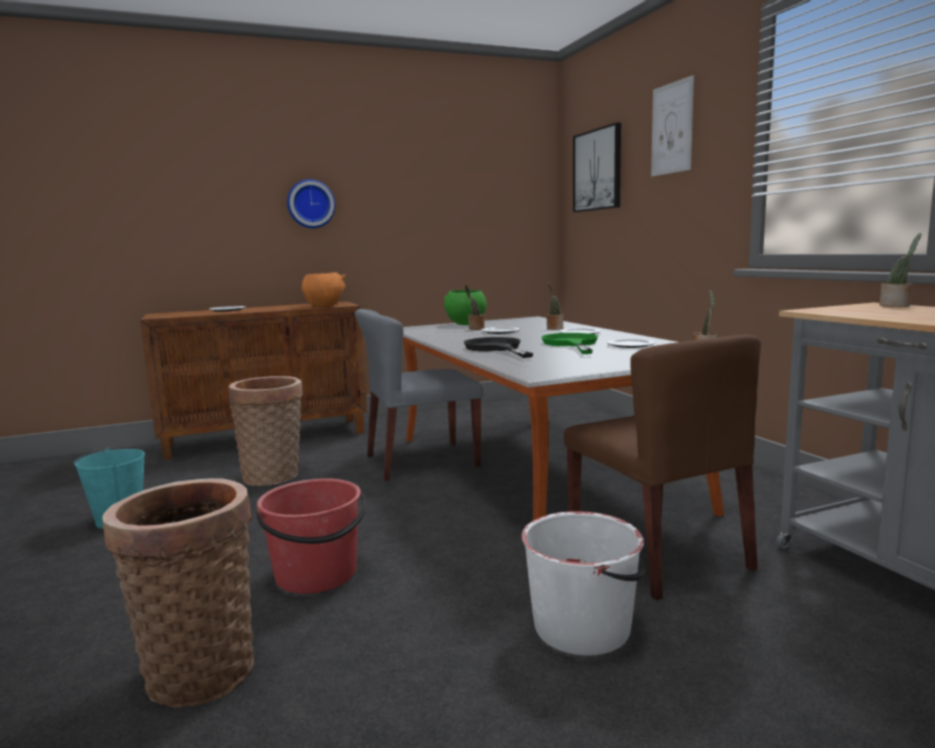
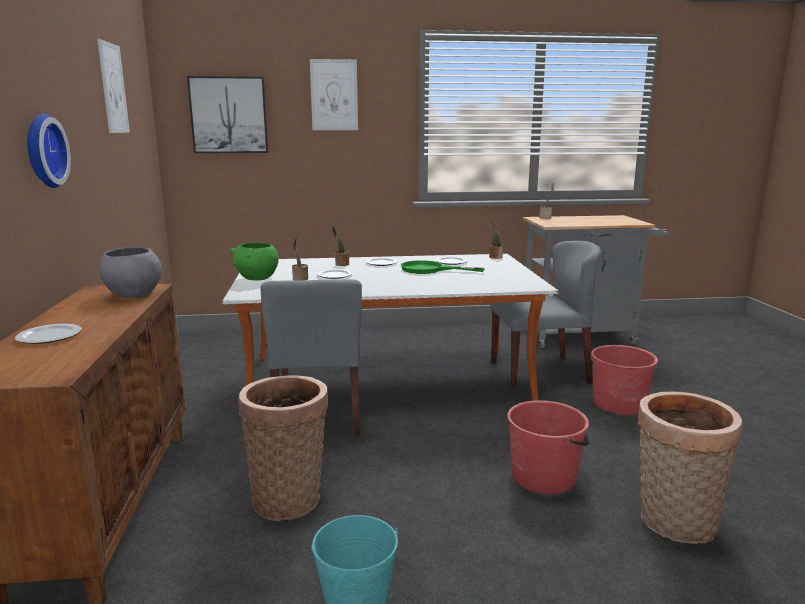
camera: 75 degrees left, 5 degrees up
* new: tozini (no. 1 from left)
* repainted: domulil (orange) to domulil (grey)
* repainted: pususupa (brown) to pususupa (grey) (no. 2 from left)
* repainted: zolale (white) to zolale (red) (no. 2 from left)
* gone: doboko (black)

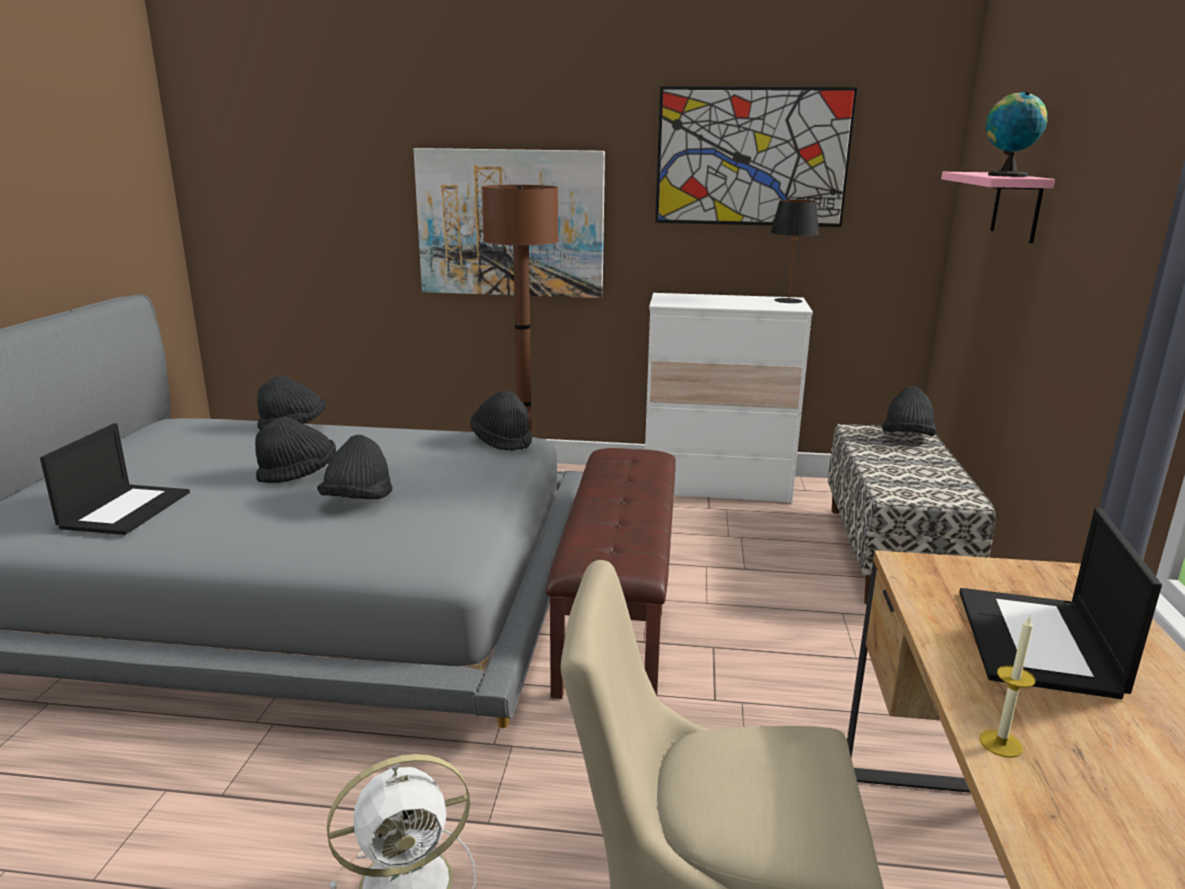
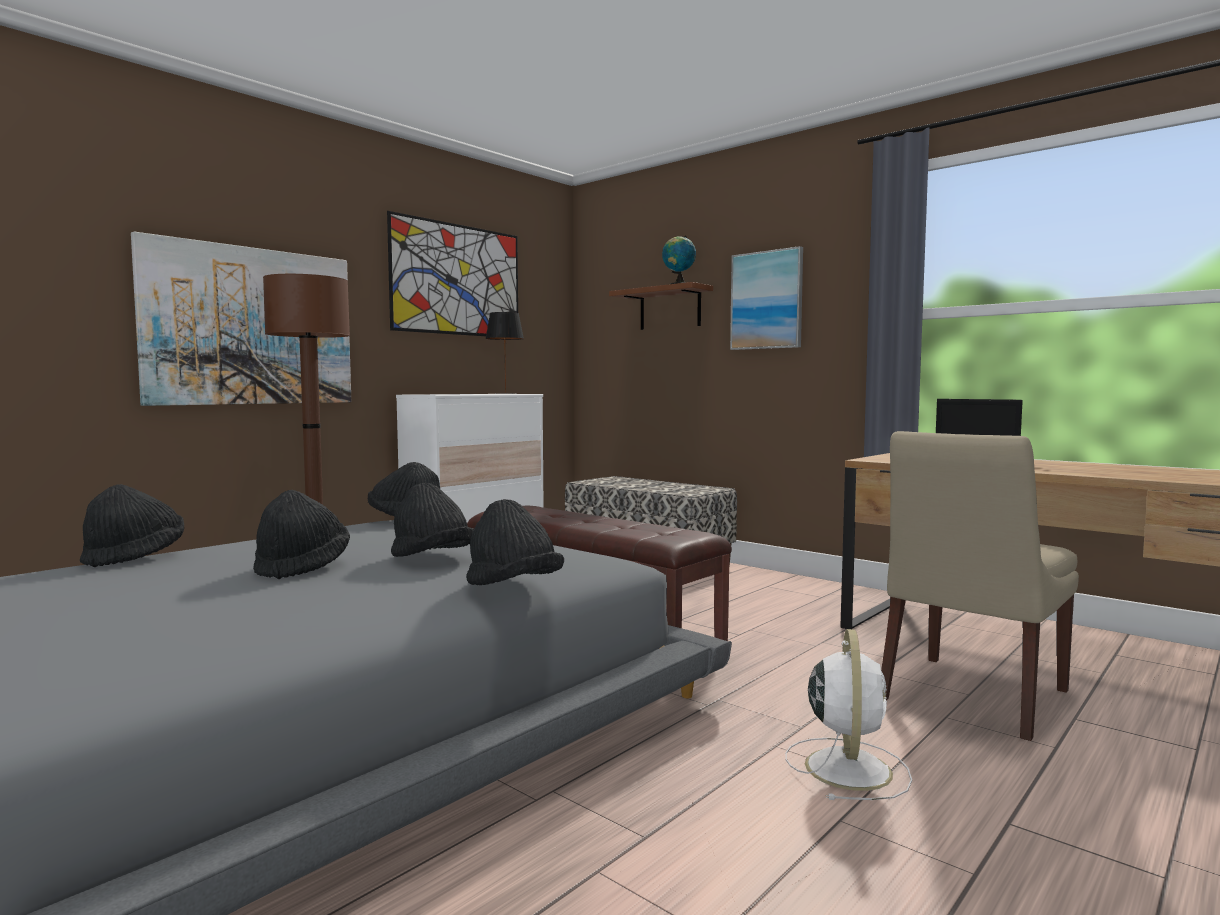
camera: 55 degrees left, 15 degrees down
* shifted: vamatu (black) (no. 5 from left)
* repainted: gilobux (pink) to gilobux (brown)
* new: tozini (no. 3 from left)
* gone: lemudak (no. 1 from left)
* gone: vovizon

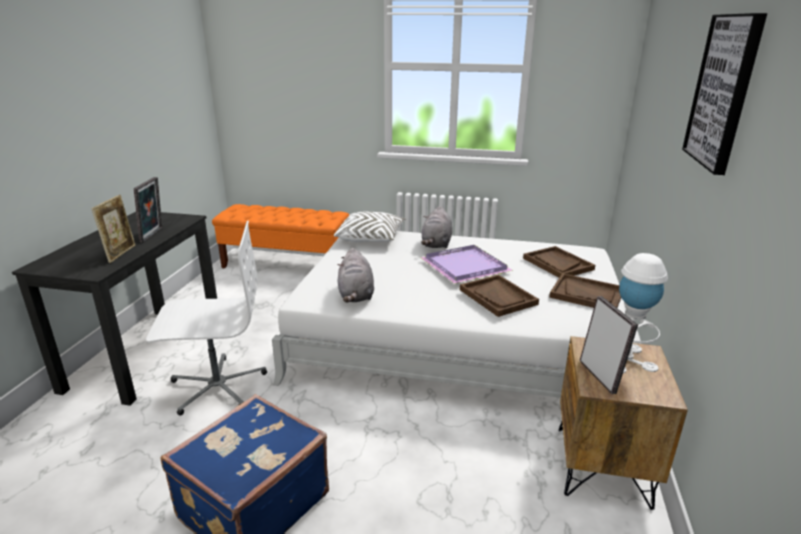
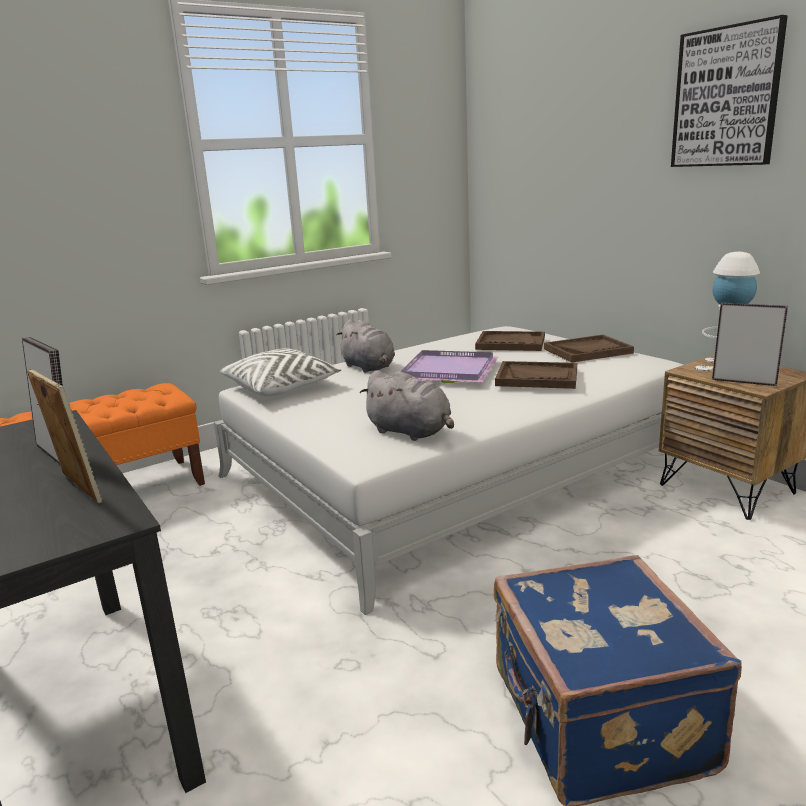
camera: 45 degrees left, 5 degrees down
* gone: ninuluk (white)

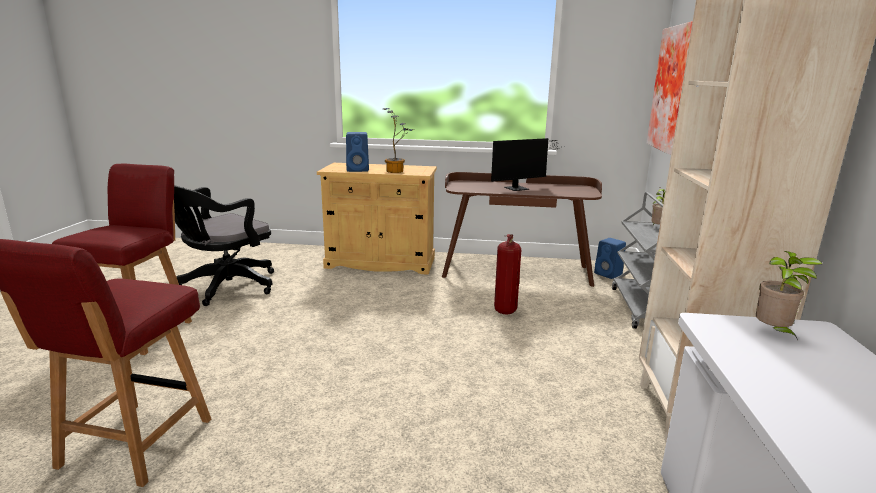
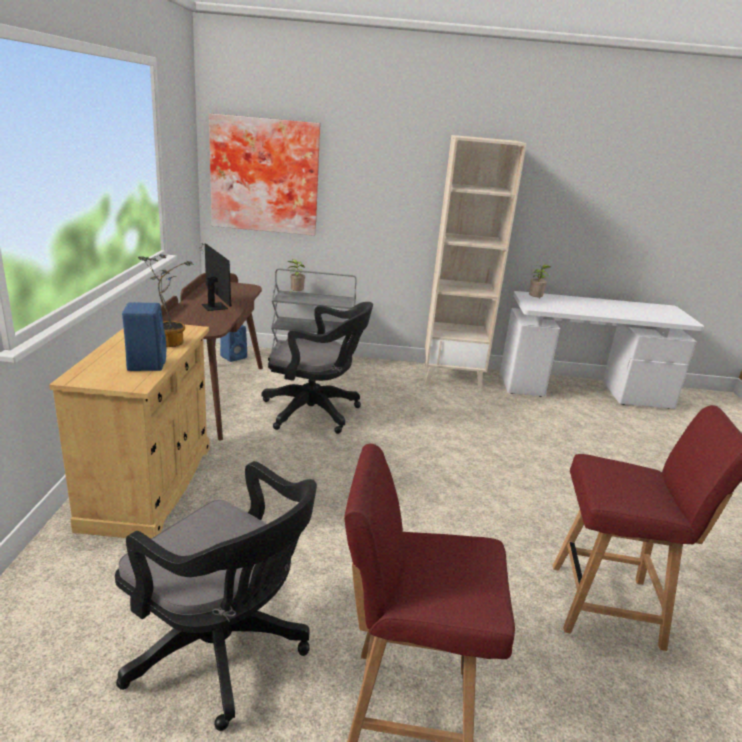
camera: 95 degrees left, 5 degrees up
* swapped: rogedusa to ninuluk (black) (no. 2 from left)

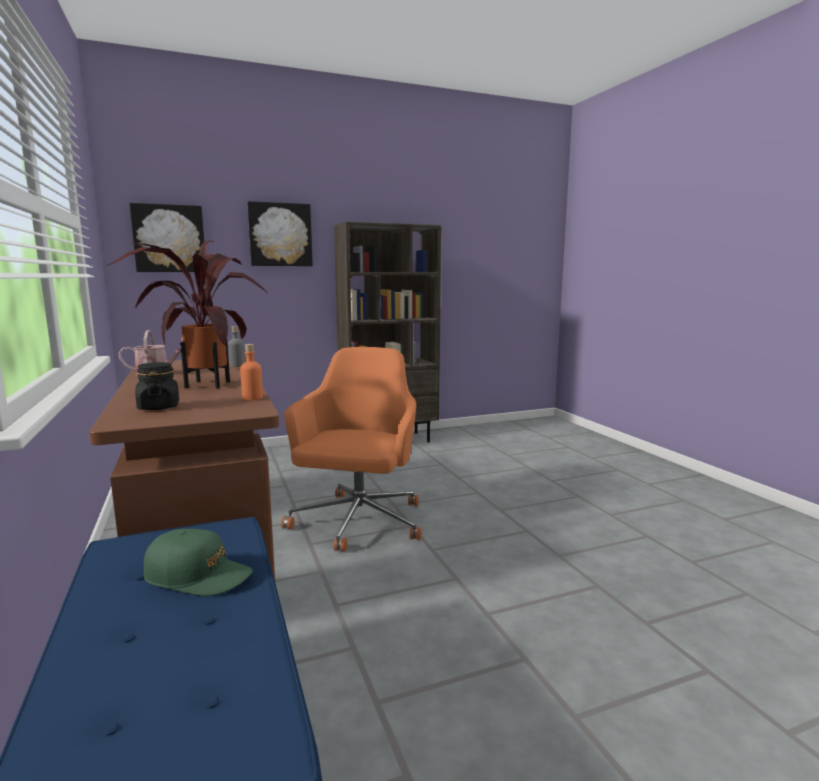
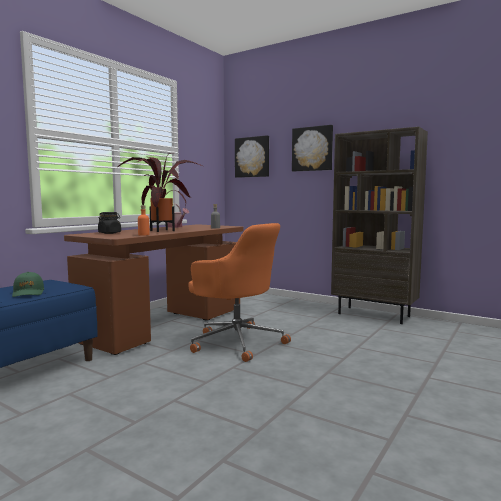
camera: 55 degrees right, 5 degrees down
* rotated: ninuluk (orange) 60 degrees clockwise

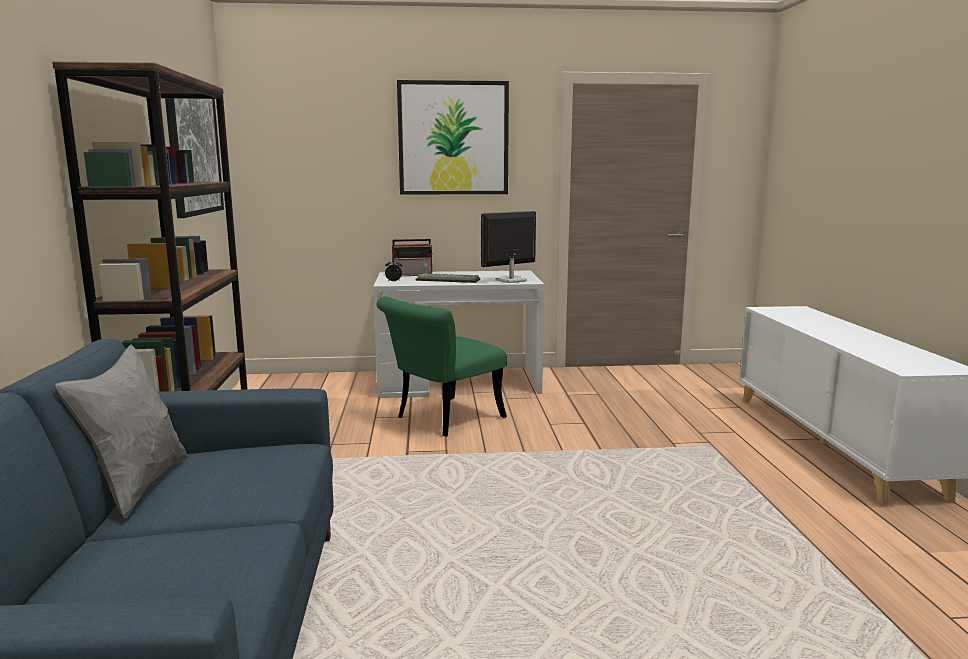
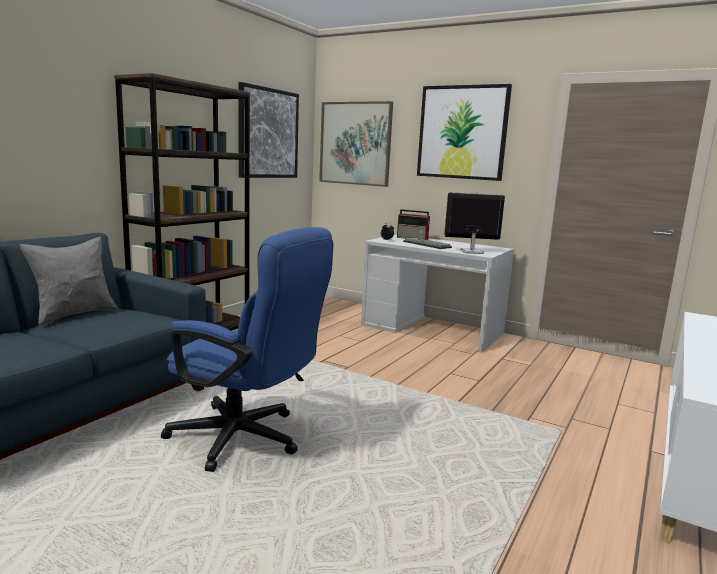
camera: 35 degrees right, 0 degrees up
* new: ninuluk (blue)
* new: tozini (no. 2 from left)
* gone: pususupa (green)

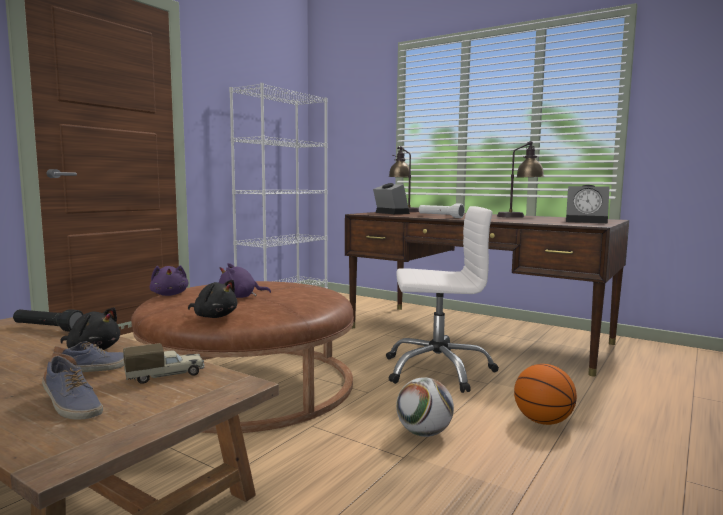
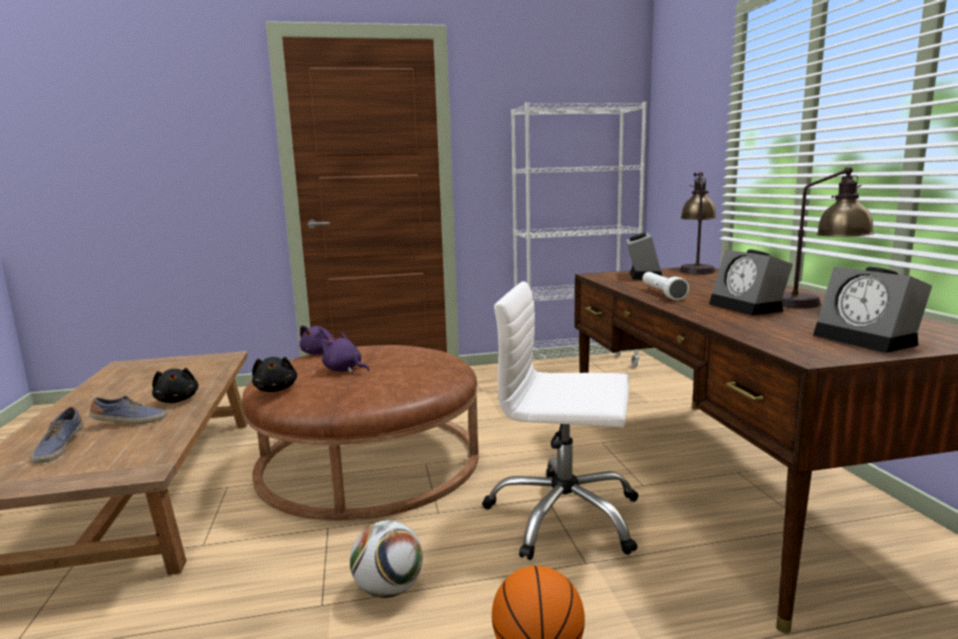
camera: 45 degrees right, 5 degrees up
* rotated: ninuluk (white) 150 degrees clockwise
* new: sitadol (no. 2 from left)
* gone: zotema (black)
* gone: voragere

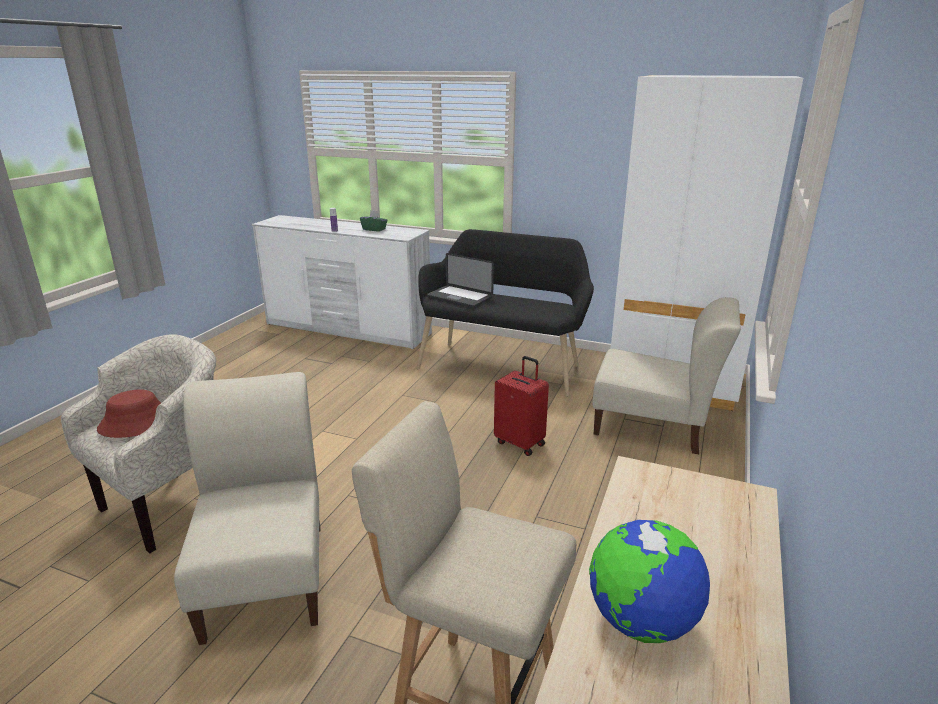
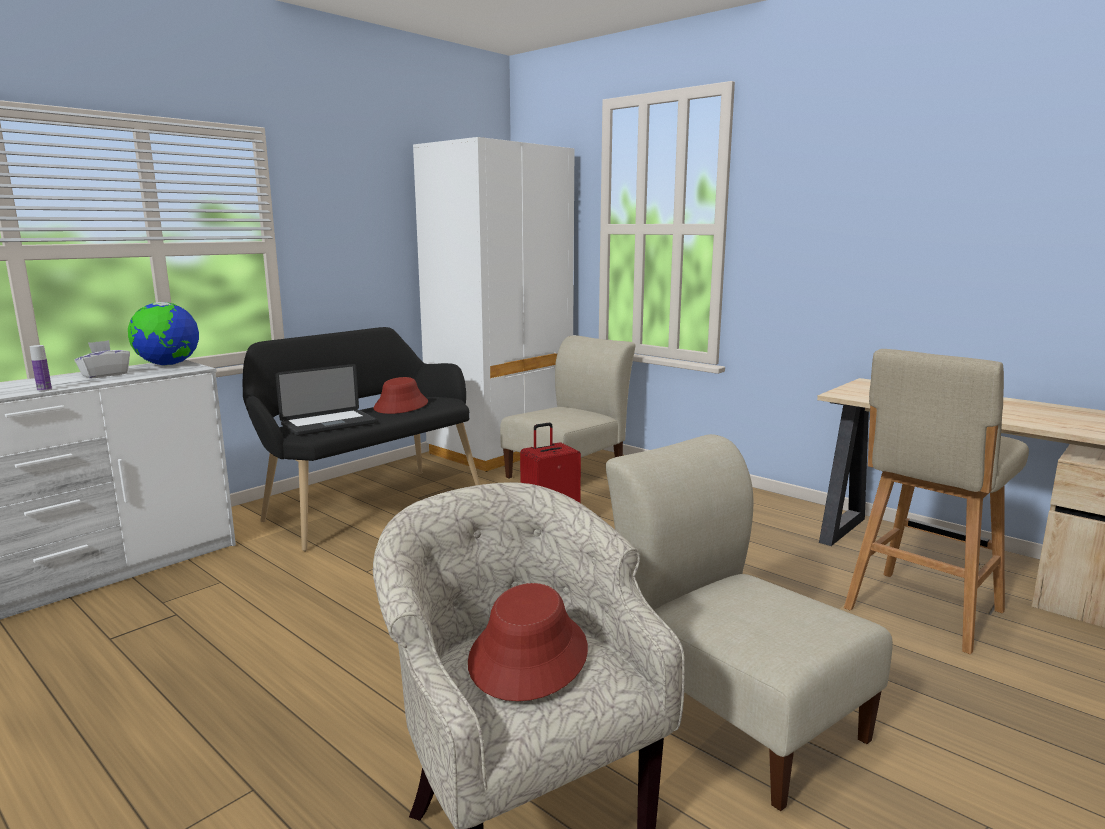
camera: 70 degrees left, 10 degrees down
* repainted: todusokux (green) to todusokux (white)
* shifted: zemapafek
* new: vamatu (red) (no. 1 from left)
* rotated: pususupa (beige) (no. 1 from left in the first image) 45 degrees clockwise

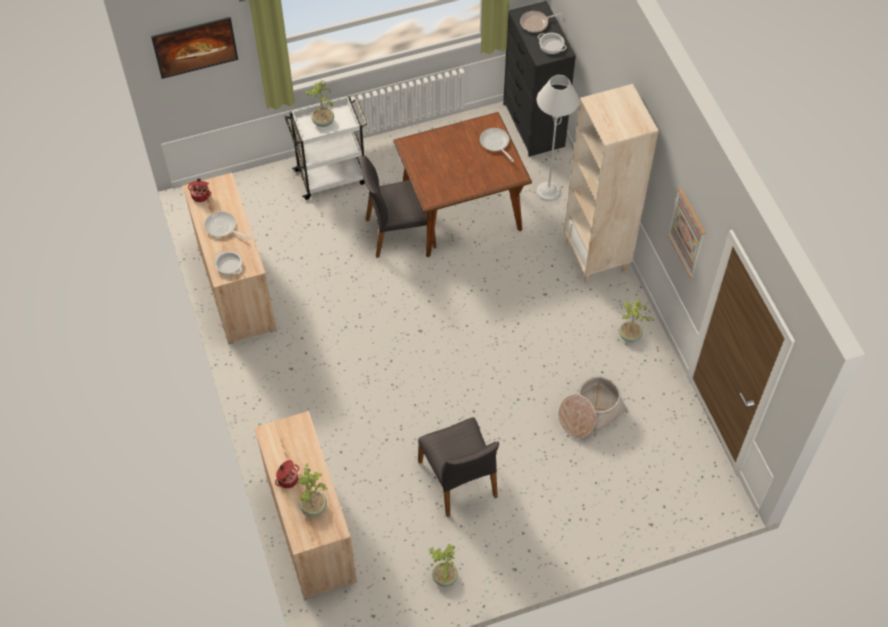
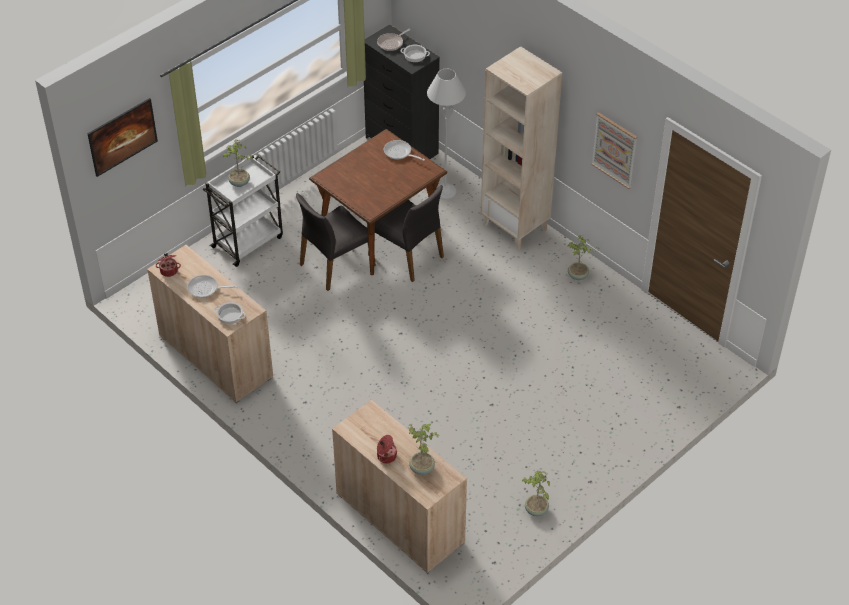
camera: 25 degrees left, 10 degrees down
* shifted: pususupa (grey) (no. 2 from left)
* gone: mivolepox

